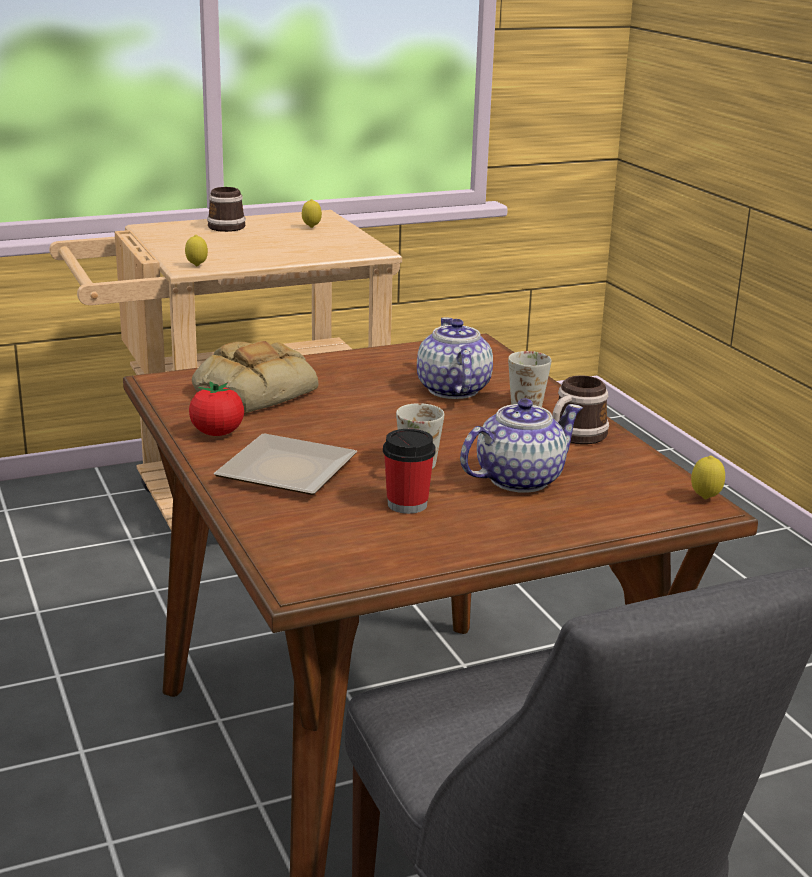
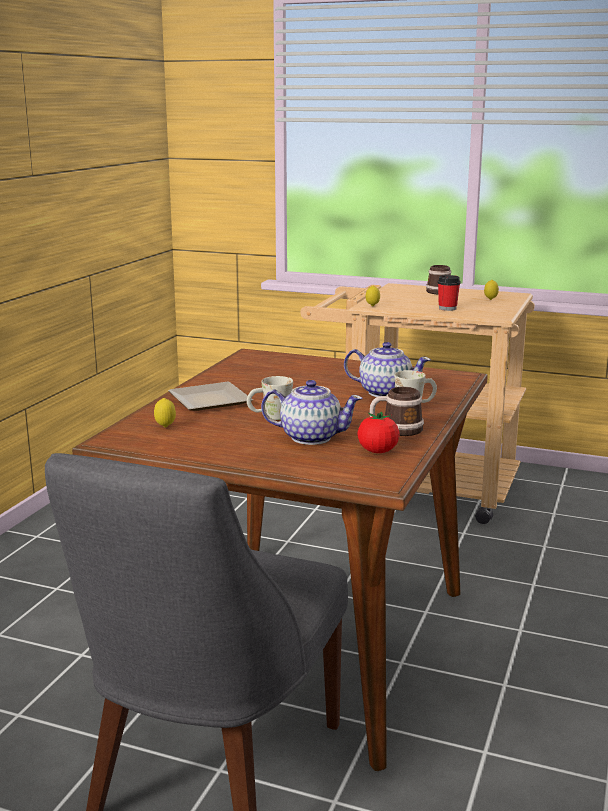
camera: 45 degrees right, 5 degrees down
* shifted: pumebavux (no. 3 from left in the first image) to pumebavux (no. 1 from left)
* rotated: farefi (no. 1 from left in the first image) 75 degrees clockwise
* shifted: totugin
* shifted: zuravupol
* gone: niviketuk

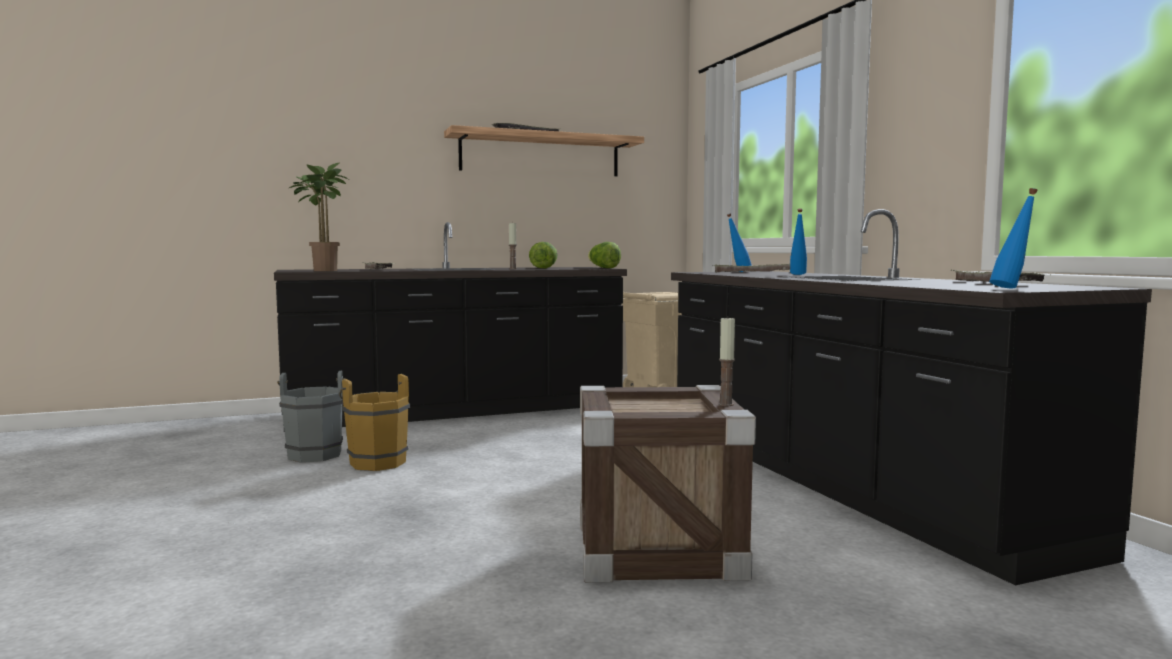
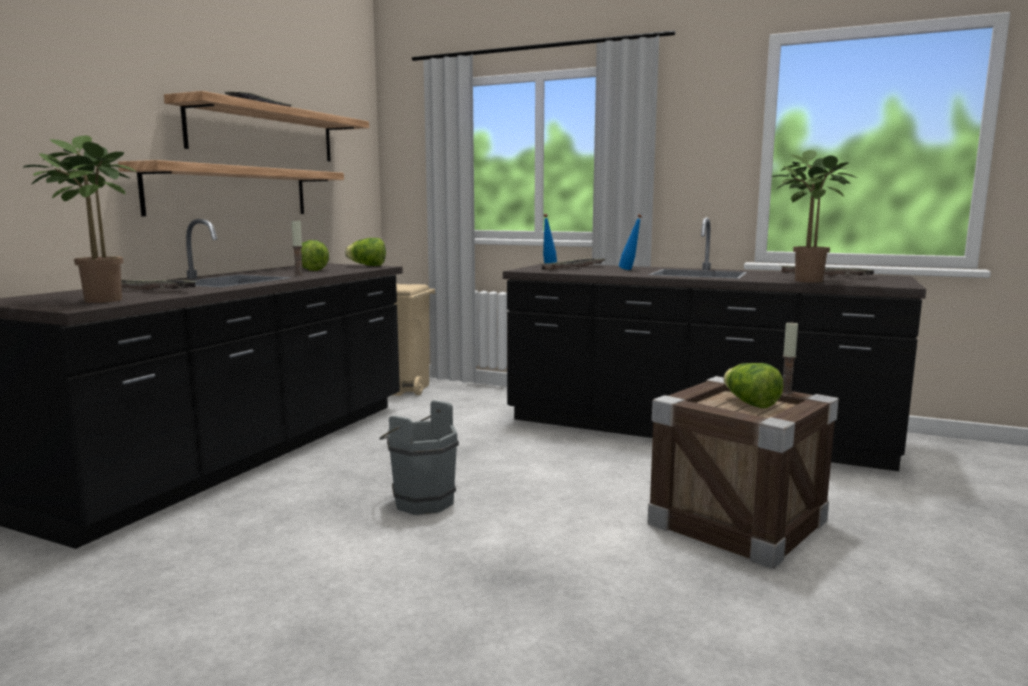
camera: 45 degrees left, 5 degrees up
* new: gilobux (no. 1 from left)
* shifted: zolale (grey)
* new: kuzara (no. 3 from left)
* new: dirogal (no. 2 from left)
* gone: zolale (brown)
* gone: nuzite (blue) (no. 3 from left)

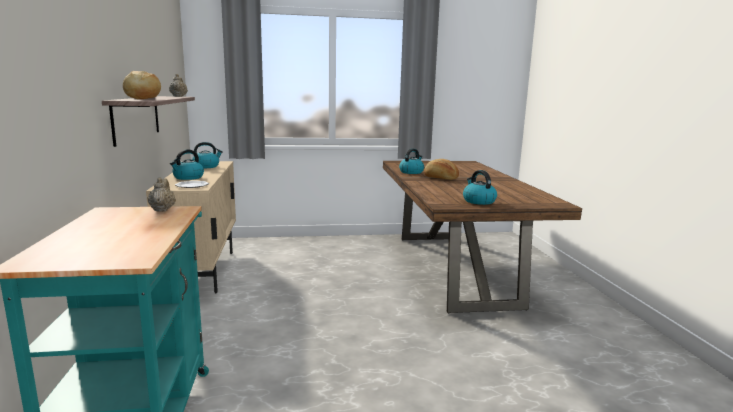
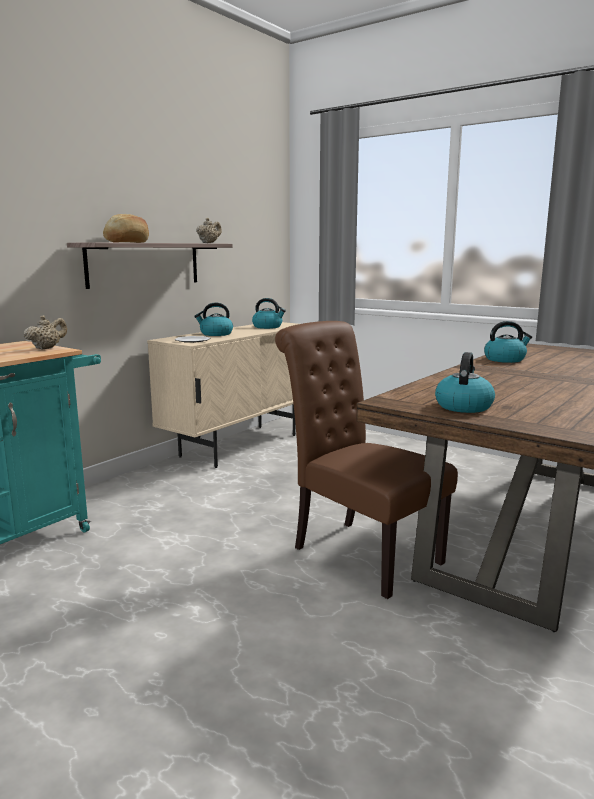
camera: 45 degrees right, 0 degrees up
* new: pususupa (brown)
* gone: niviketuk (no. 2 from left)

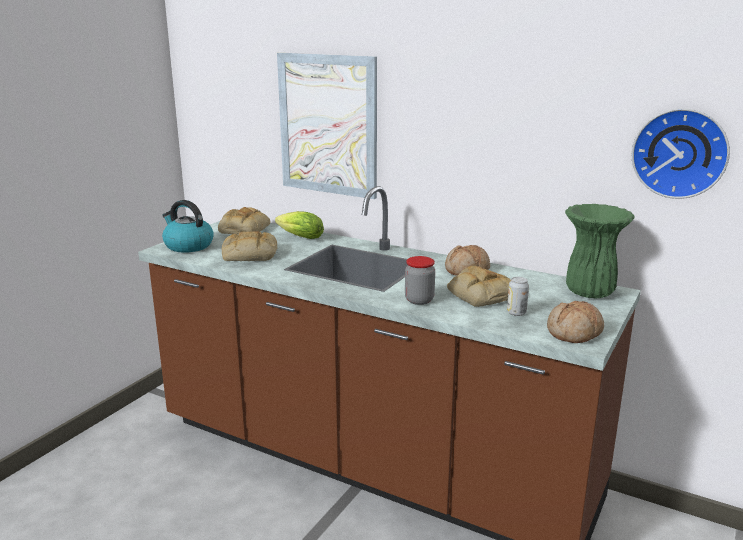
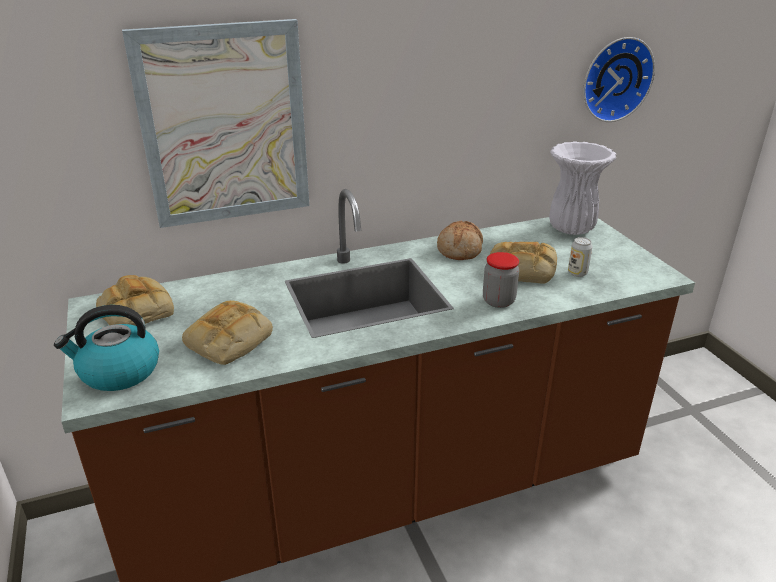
camera: 50 degrees left, 10 degrees up
* repainted: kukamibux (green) to kukamibux (white)
* gone: kuzara
* gone: niviketuk (no. 5 from left)

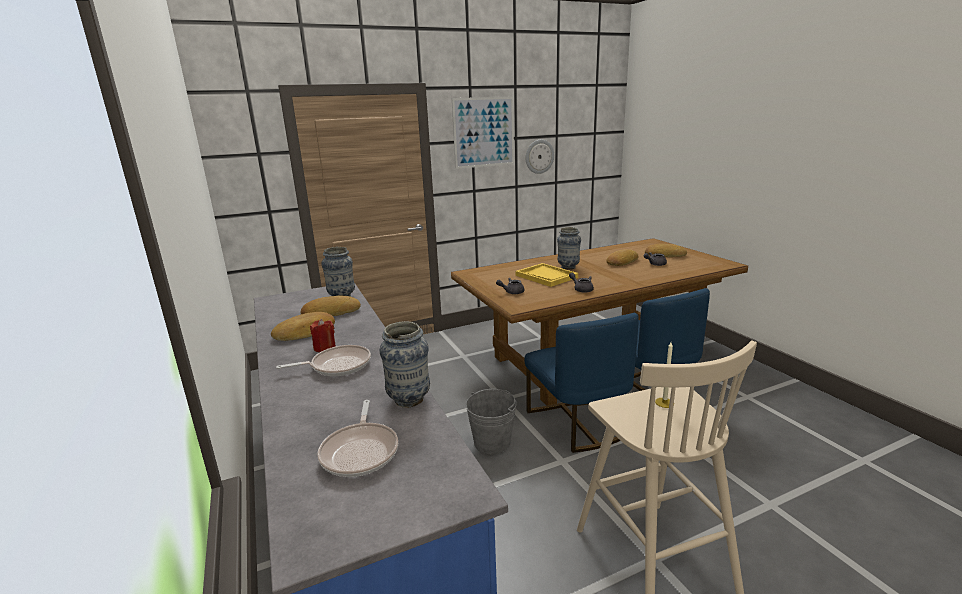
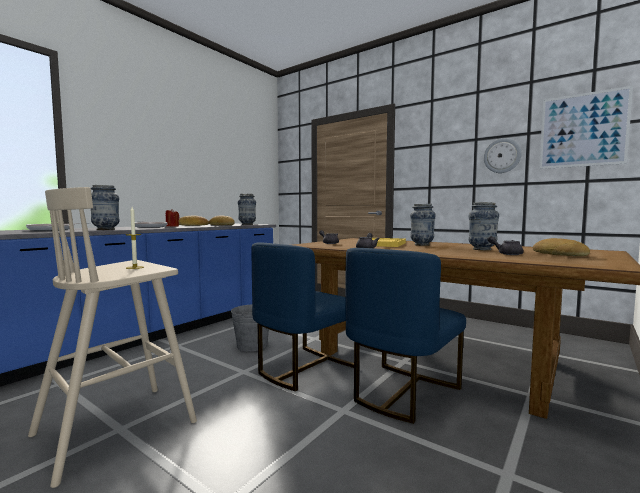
camera: 60 degrees right, 15 degrees down
* swapped: niviketuk (no. 3 from left) to kukamibux (no. 4 from left)
* shifted: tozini

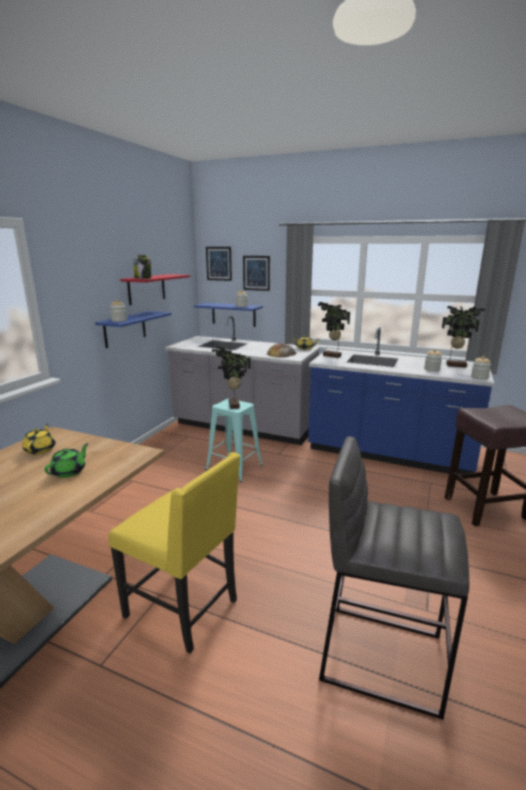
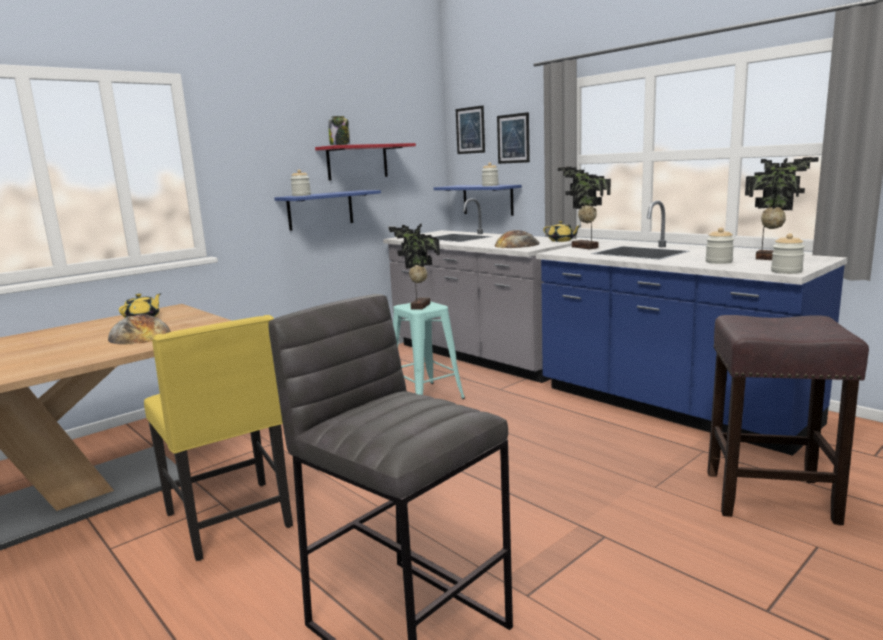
camera: 25 degrees right, 5 degrees down
* swapped: farefi (green) to niviketuk (no. 1 from left)

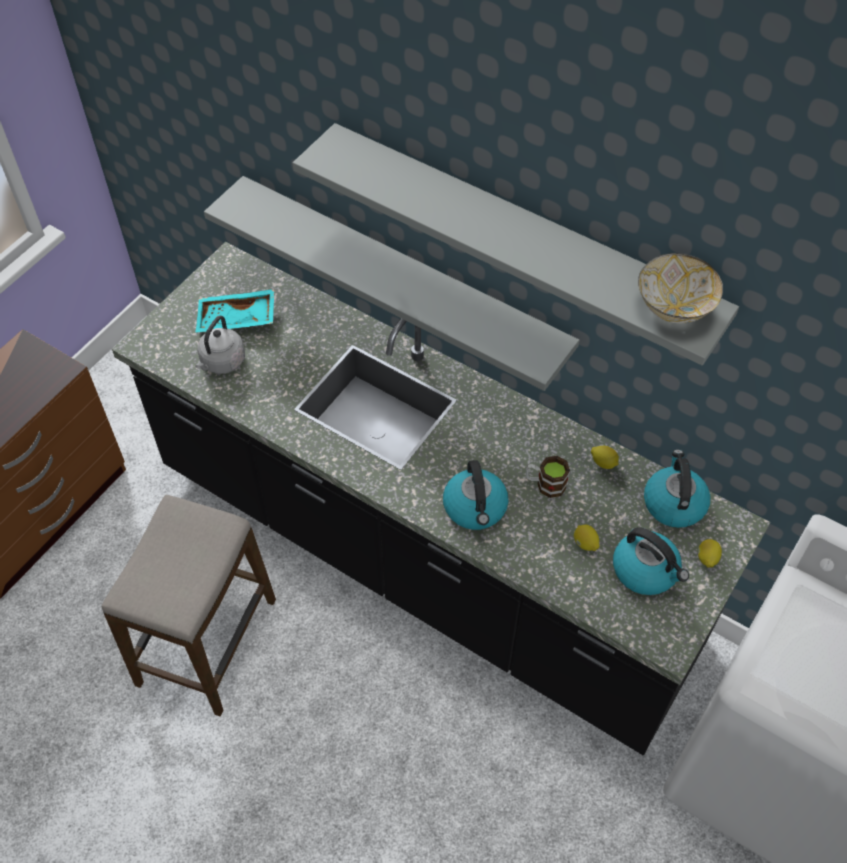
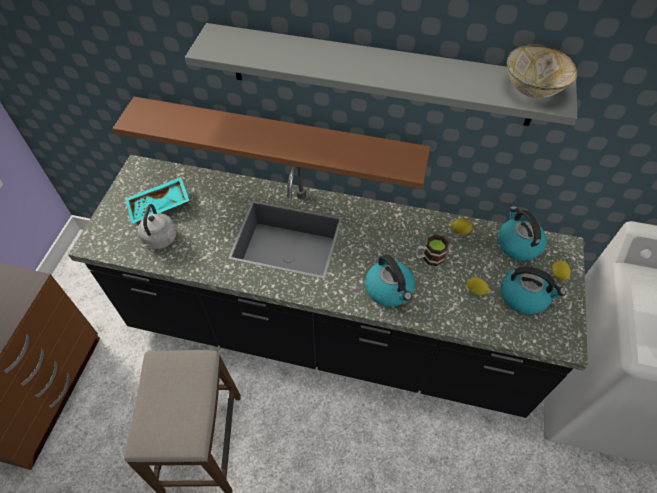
camera: 20 degrees left, 0 degrees up
* repainted: gilobux (grey) (no. 1 from left) to gilobux (brown)

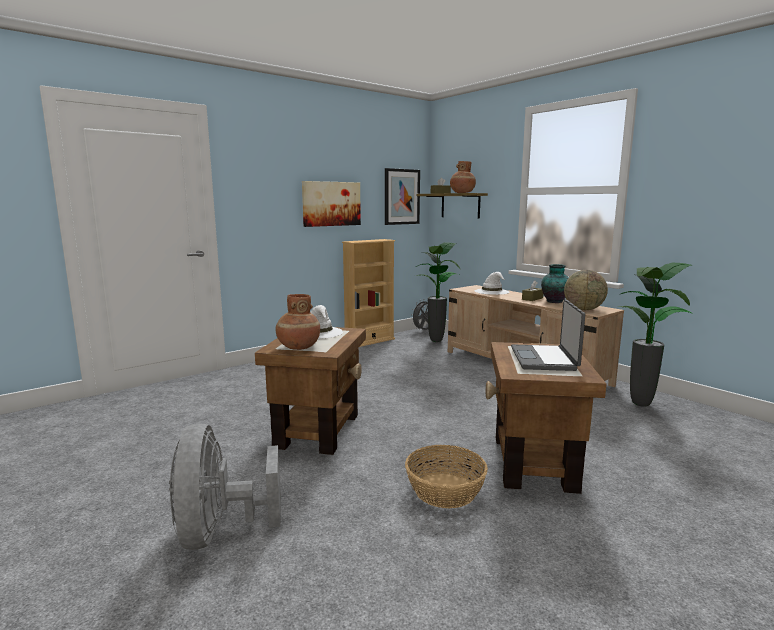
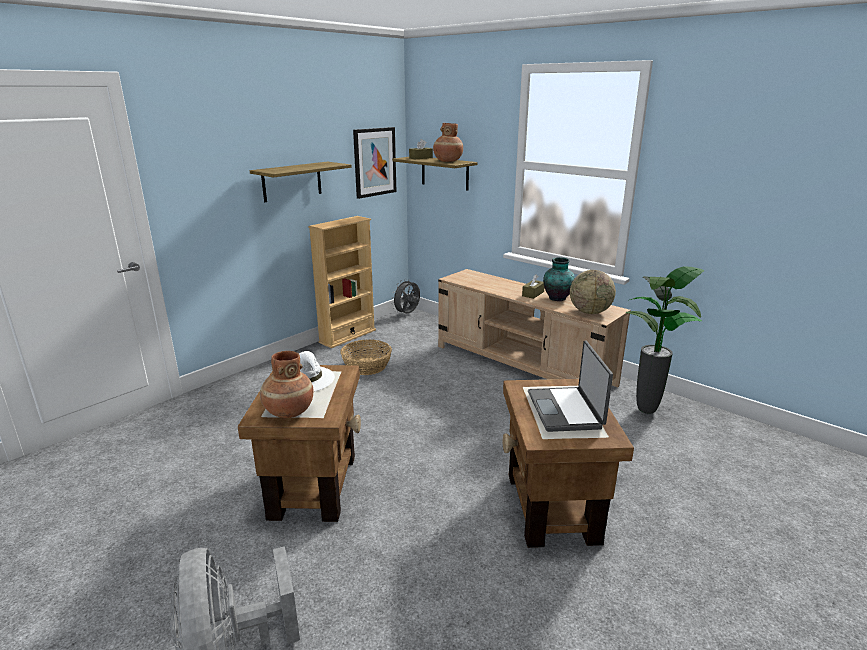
camera: 10 degrees left, 10 degrees up
* swapped: tozini (no. 1 from left) to gilobux (no. 1 from left)
* shifted: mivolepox
* gone: dirogal (no. 1 from left)
* gone: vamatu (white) (no. 2 from left)

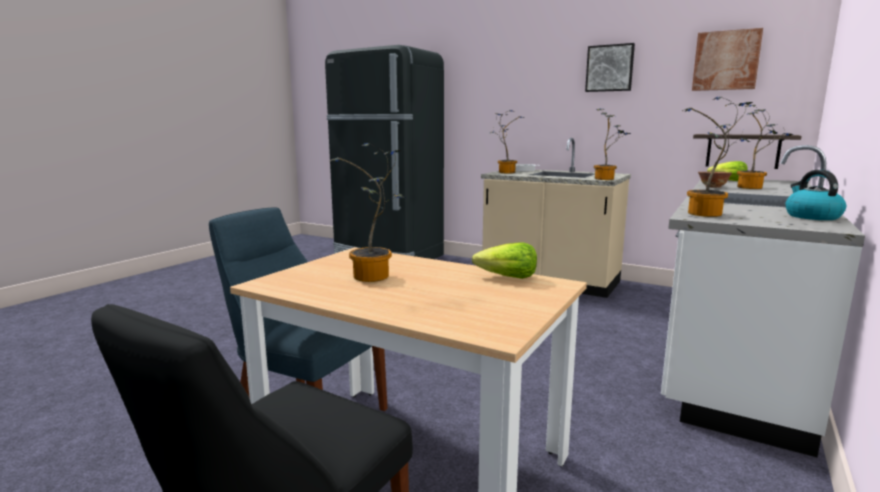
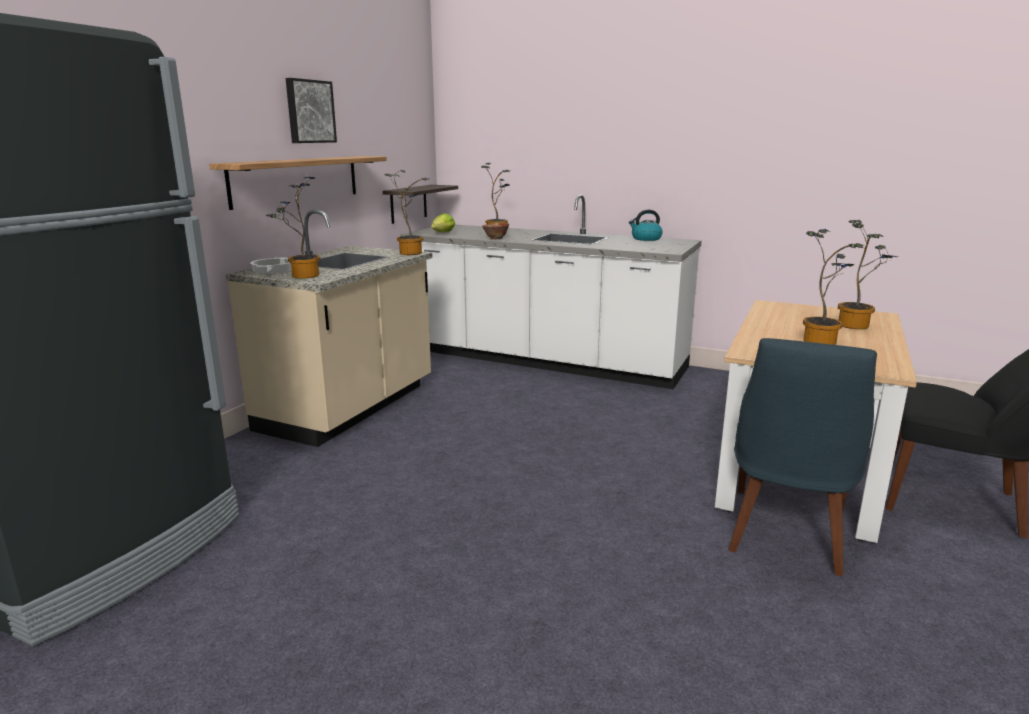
camera: 95 degrees left, 5 degrees up
* new: gilobux (no. 1 from left)
* shifted: dirogal (no. 4 from left in the first image) to dirogal (no. 5 from left)
* gone: kuzara (no. 1 from left)
* gone: tozini (no. 2 from left)

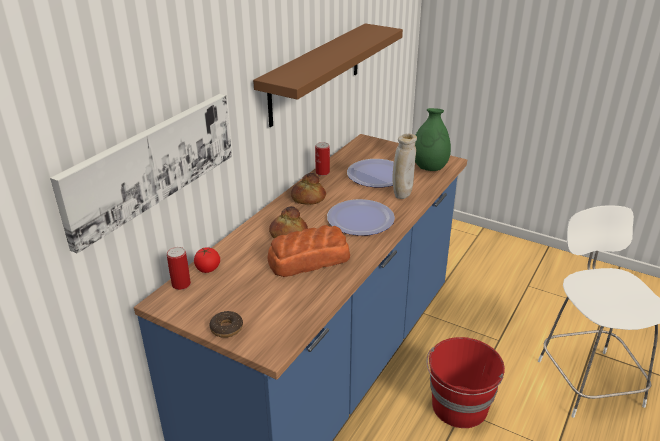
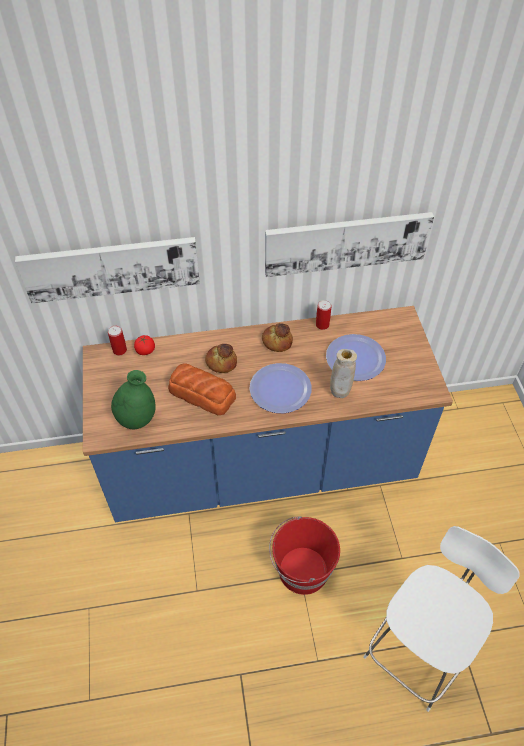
camera: 50 degrees right, 20 degrees up
* shifted: kukamibux (green)
* swapped: gilobux (brown) to tozini (no. 2 from left)
* gone: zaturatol

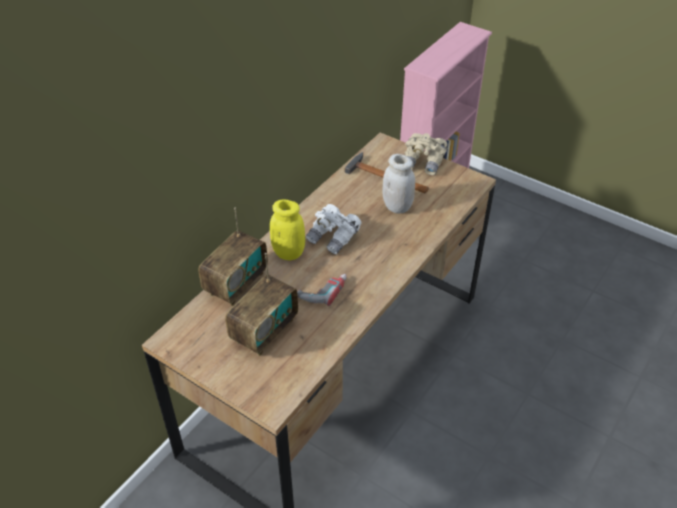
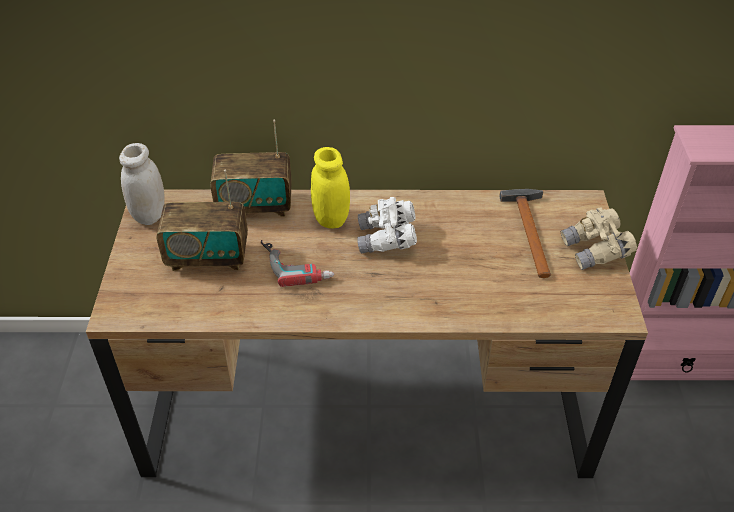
camera: 55 degrees right, 0 degrees up
* shifted: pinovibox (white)

